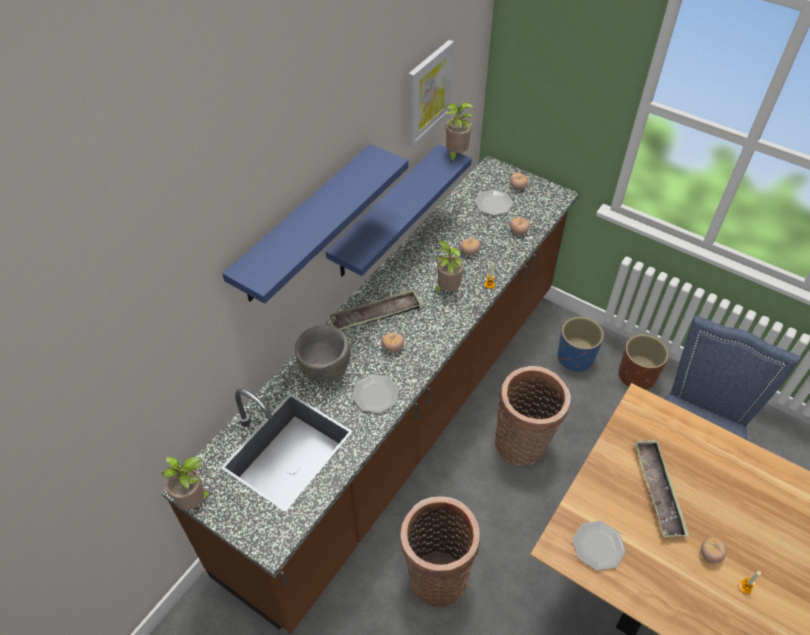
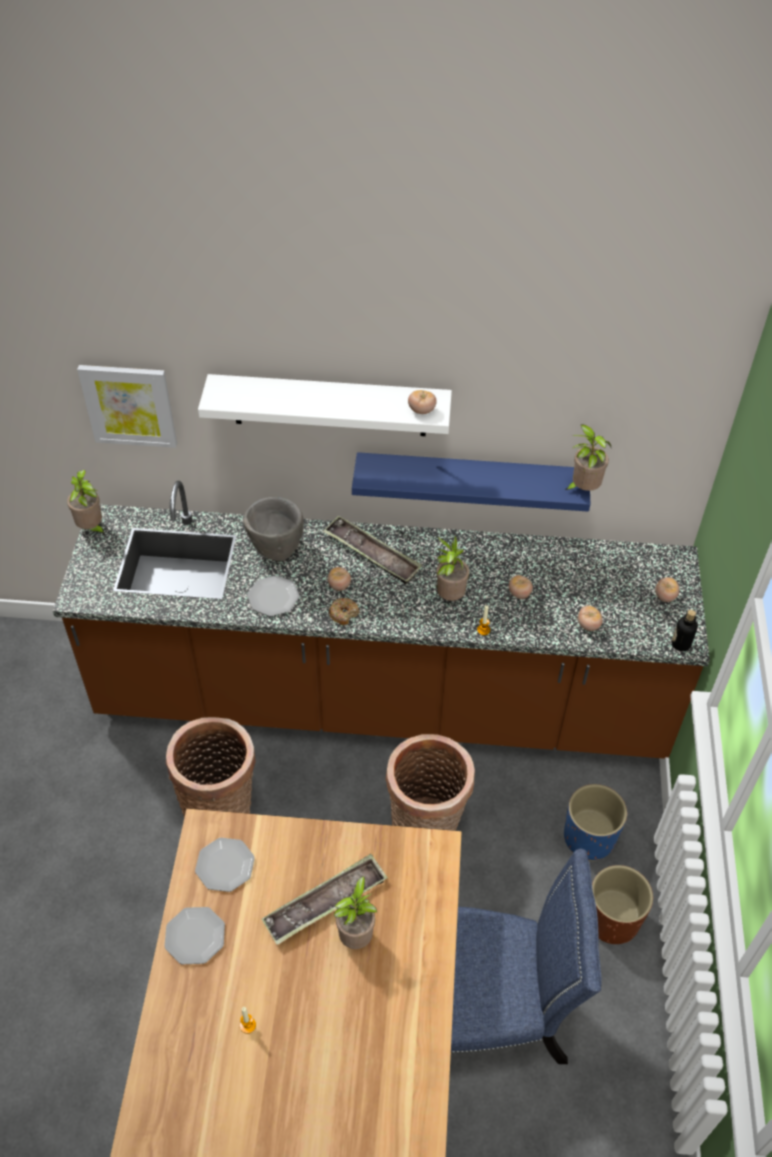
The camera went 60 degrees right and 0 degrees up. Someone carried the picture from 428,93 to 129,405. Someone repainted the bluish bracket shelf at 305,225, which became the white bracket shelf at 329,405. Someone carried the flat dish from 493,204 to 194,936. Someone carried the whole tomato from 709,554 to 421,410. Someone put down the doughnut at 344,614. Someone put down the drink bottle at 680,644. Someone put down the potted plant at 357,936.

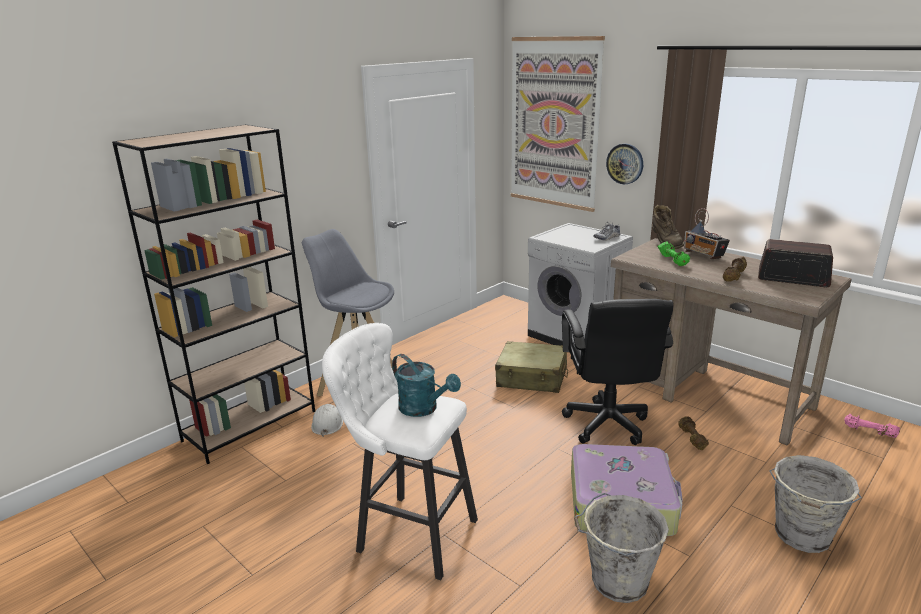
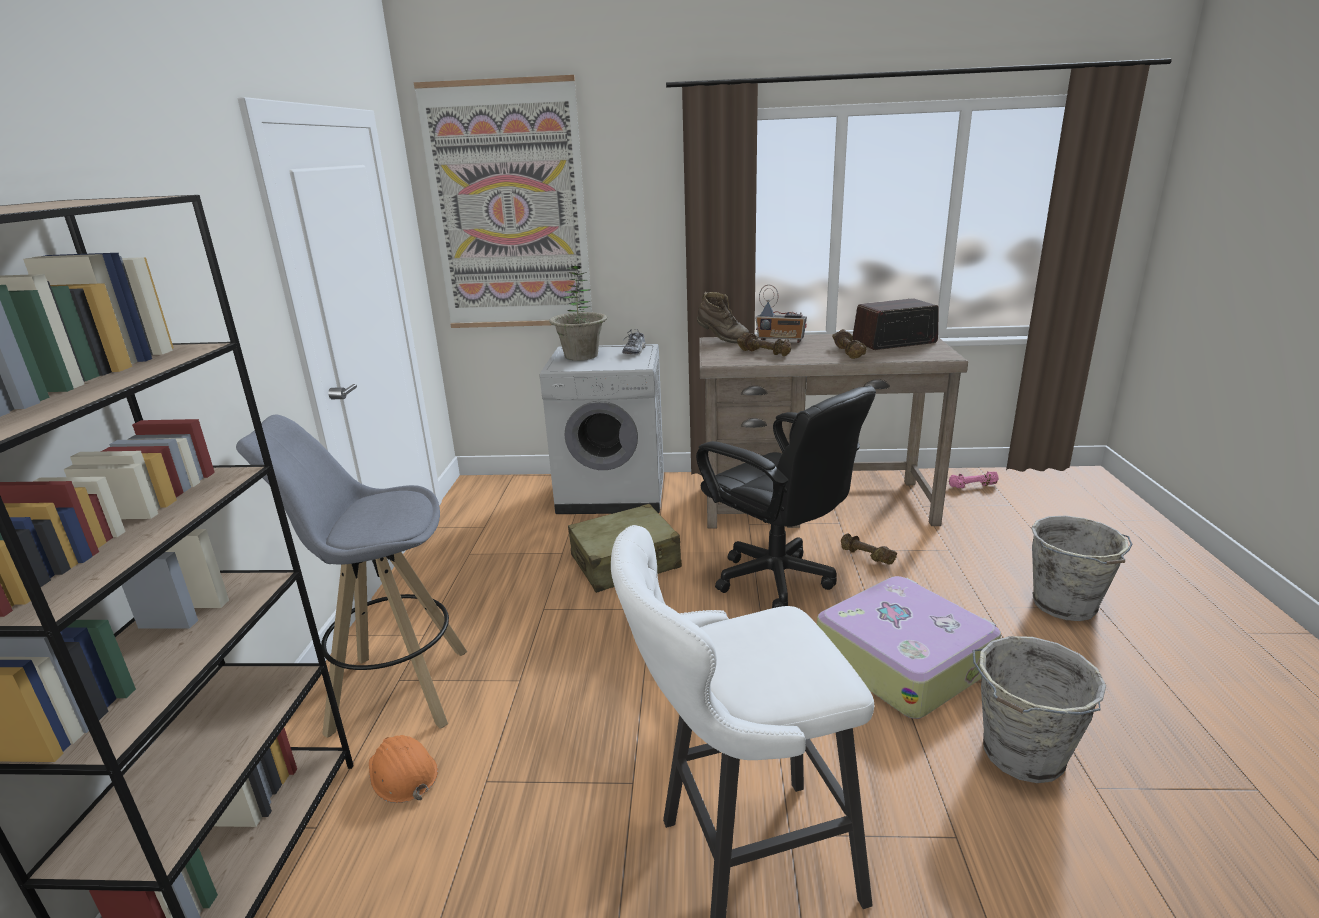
The camera went 40 degrees left and 0 degrees up. Someone took away the clock on the wall at 625,163. Someone repainted the green free weight at 673,260, which became the brown-coloured free weight at 764,353. Someone took away the turquoise-coloured sprinkling can at 423,409. Someone repainted the white hard hat at 327,423, which became the orange hard hat at 402,774. Someone put down the potted plant at 581,356.

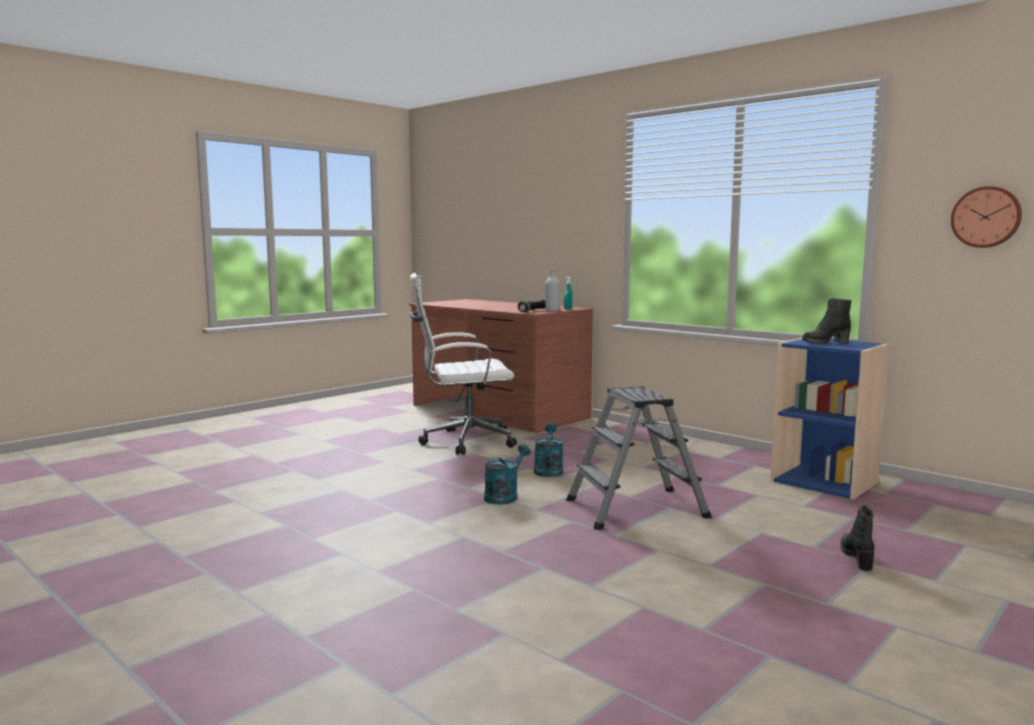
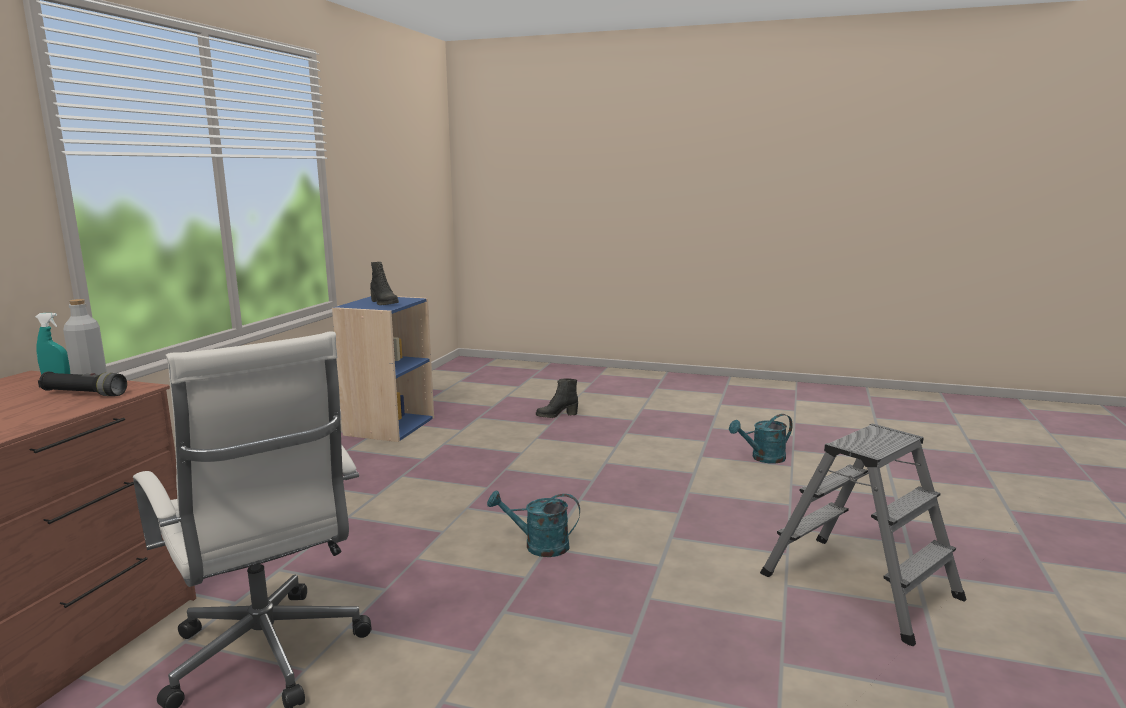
The camera went 115 degrees left and 5 degrees up. Someone took away the clock on the wall at 986,217. Someone carried the grey stepladder from 636,508 to 859,585. Someone carried the turquoise-coloured sprinkling can from 548,470 to 763,458.

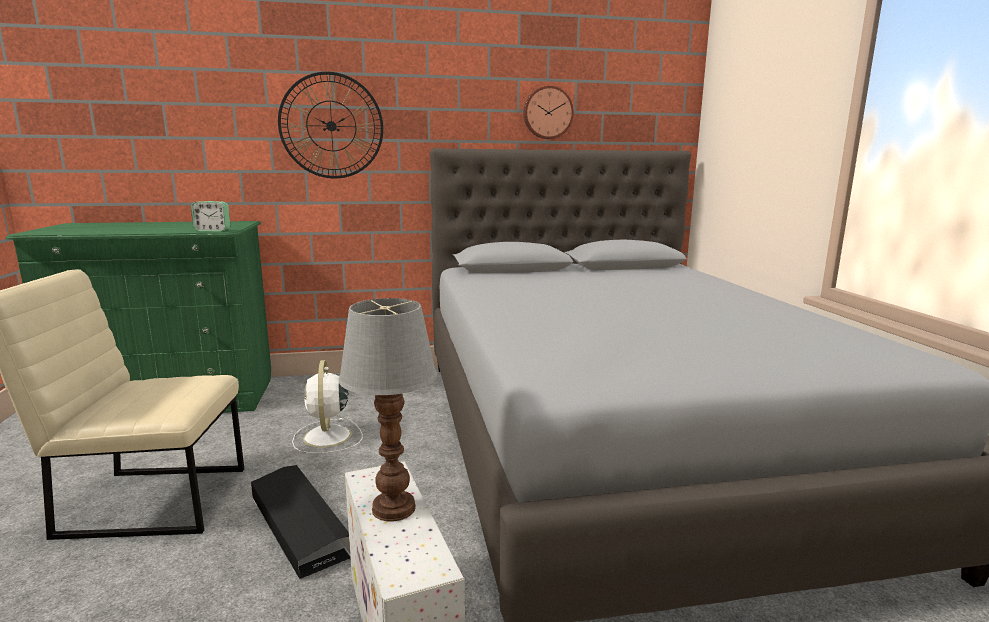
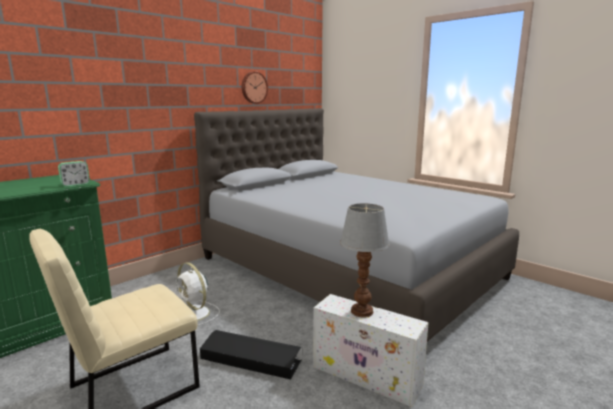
The camera went 35 degrees left and 0 degrees up. Someone took away the clock on the wall at 331,126.

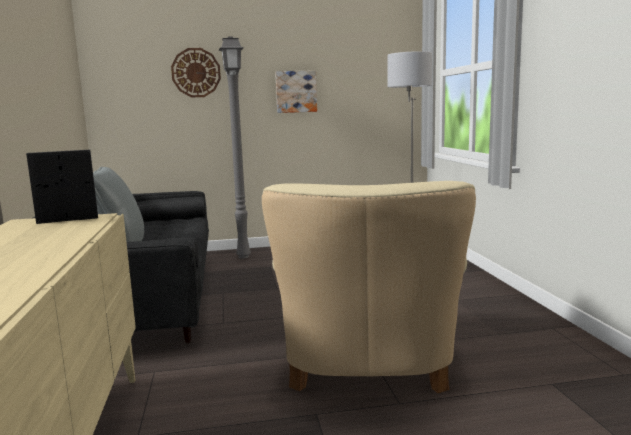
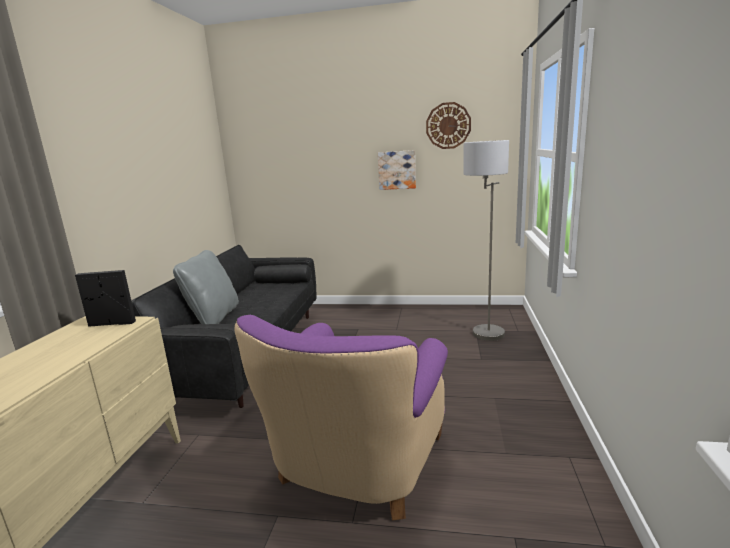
The camera went 20 degrees right and 5 degrees up. Someone took away the grey standard lamp at 244,256. Someone carried the clock on the wall from 196,72 to 448,125. Someone repainted the beige-coloured armchair at 369,365, which became the purplish armchair at 358,466.

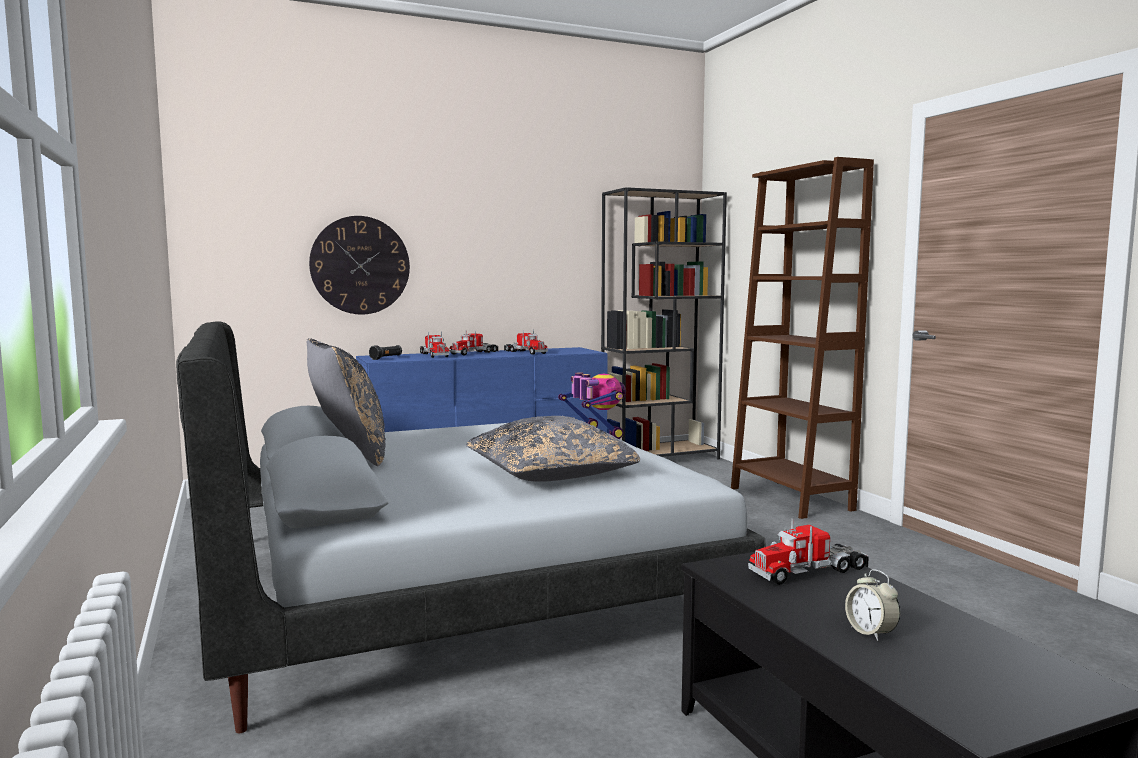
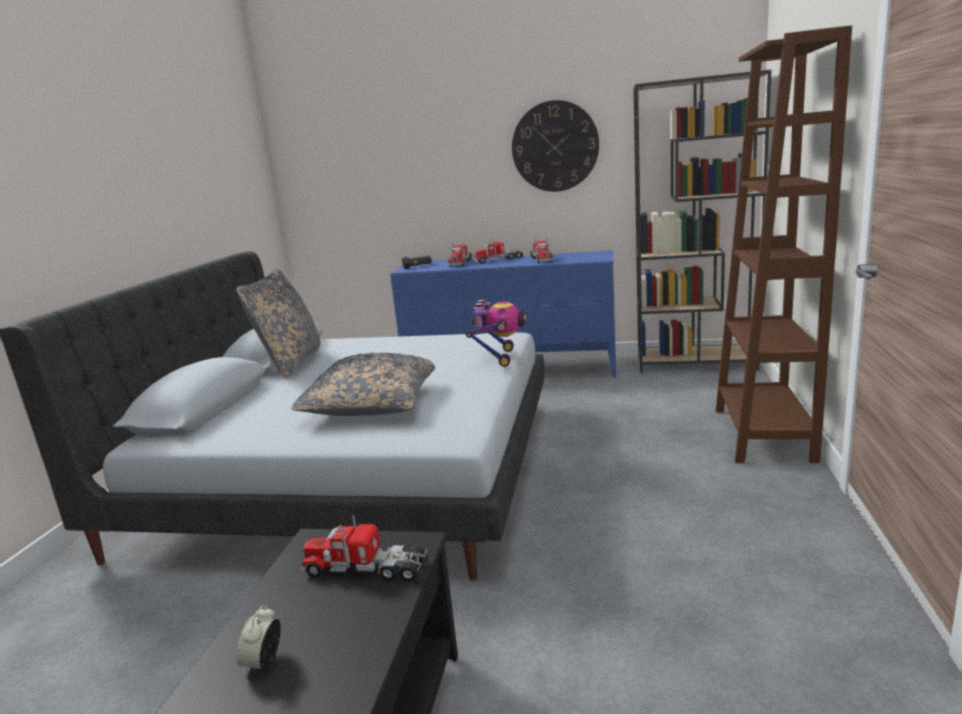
The camera went 35 degrees right and 10 degrees up. Someone carried the clock on the wall from 360,265 to 555,146.

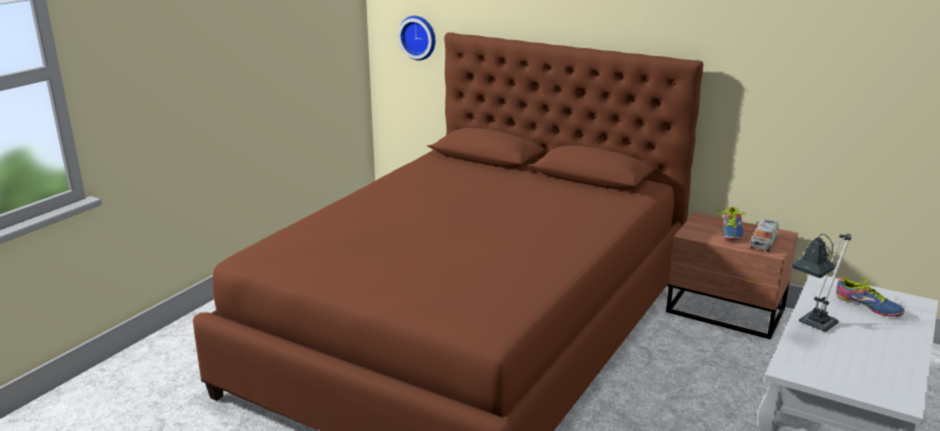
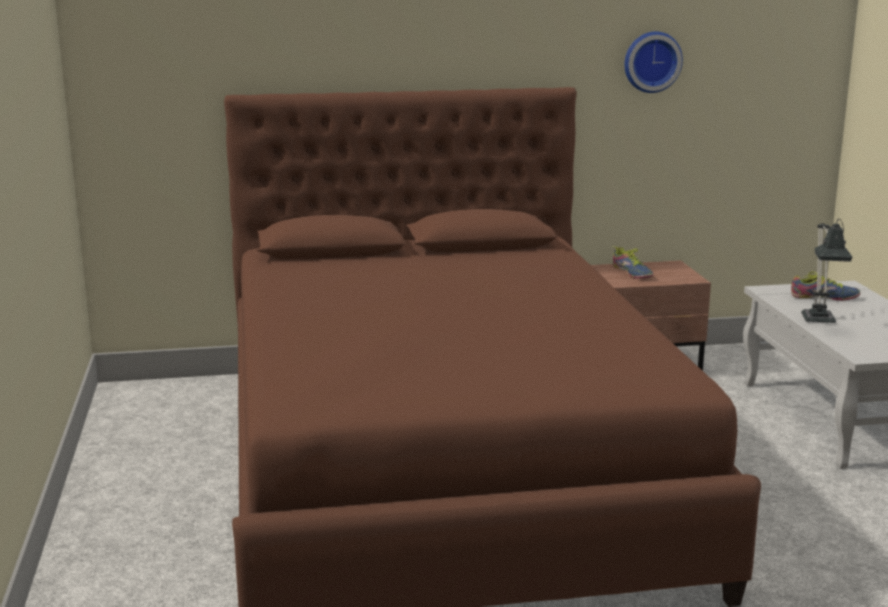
The camera went 40 degrees left and 5 degrees down. Someone carried the clock on the wall from 419,37 to 651,61. Someone took away the model truck at 763,242.

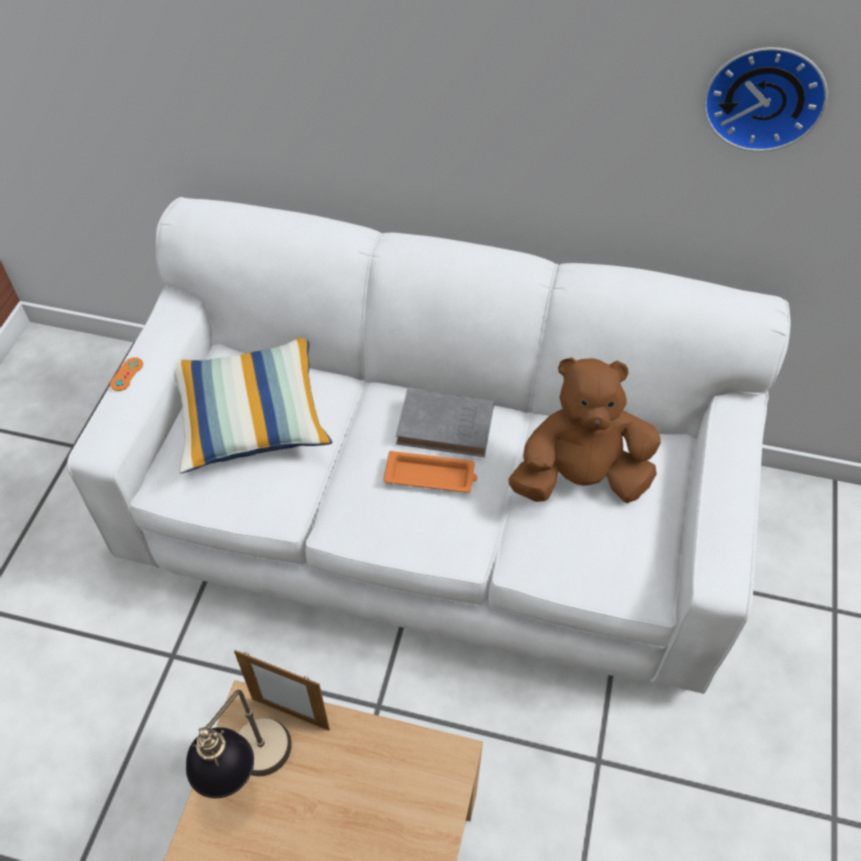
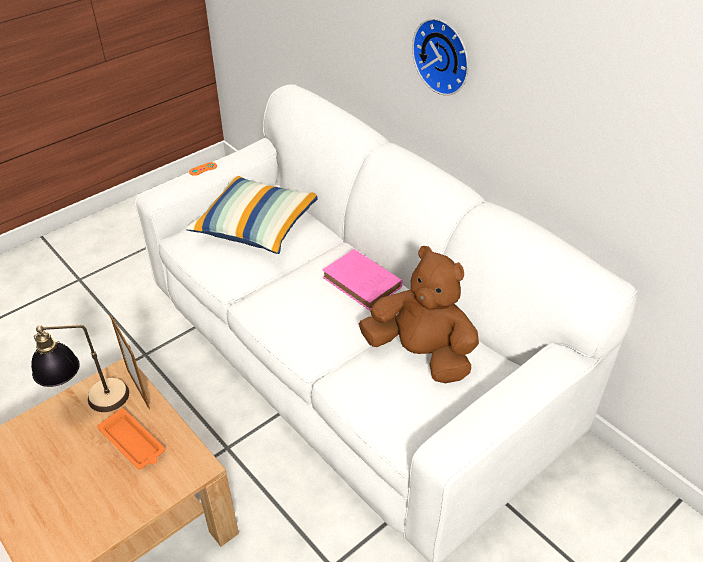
The camera went 35 degrees right and 10 degrees down. Someone carried the clock on the wall from 764,95 to 444,55. Someone repainted the grey book at 448,426, which became the pink book at 363,283. Someone carried the orange tray from 431,476 to 133,443.

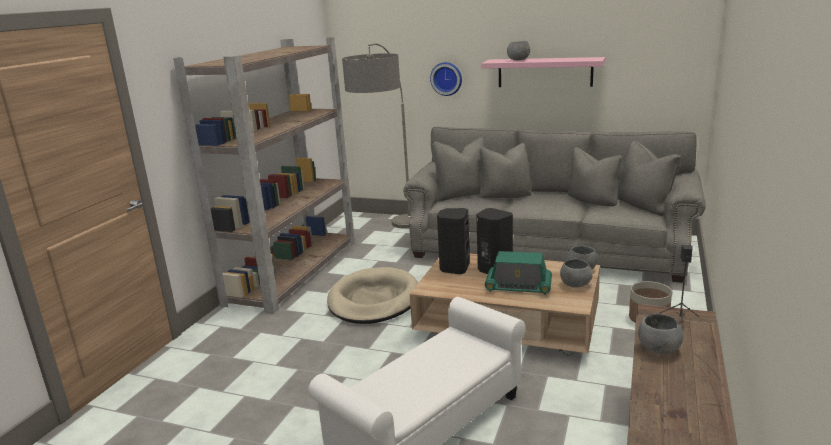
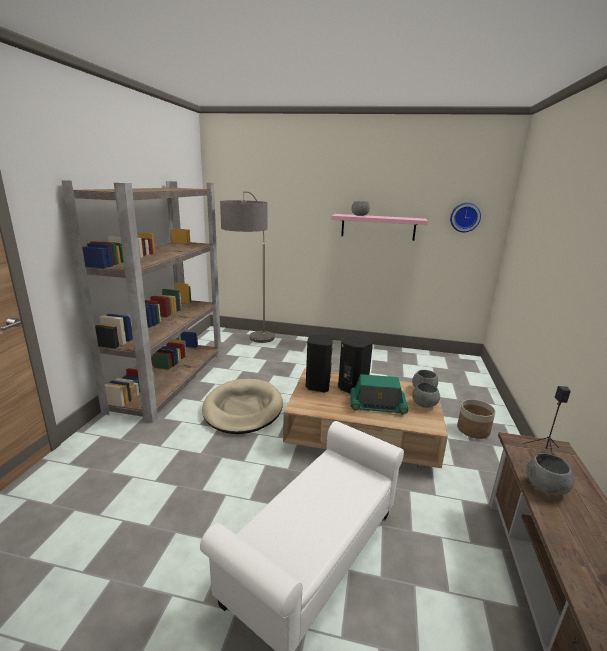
The camera went 10 degrees left and 0 degrees up. Someone carried the clock on the wall from 447,78 to 465,217. Someone took away the grey sofa at 548,247.

